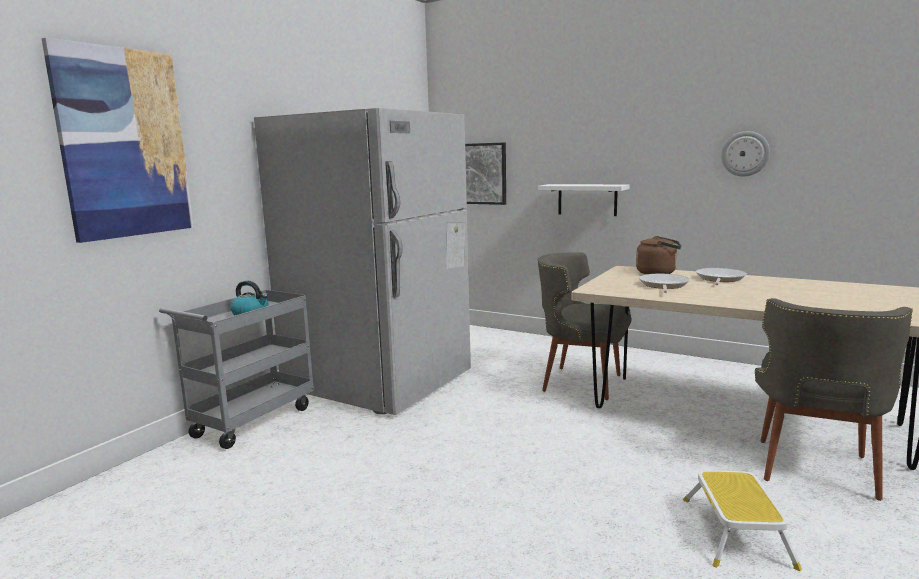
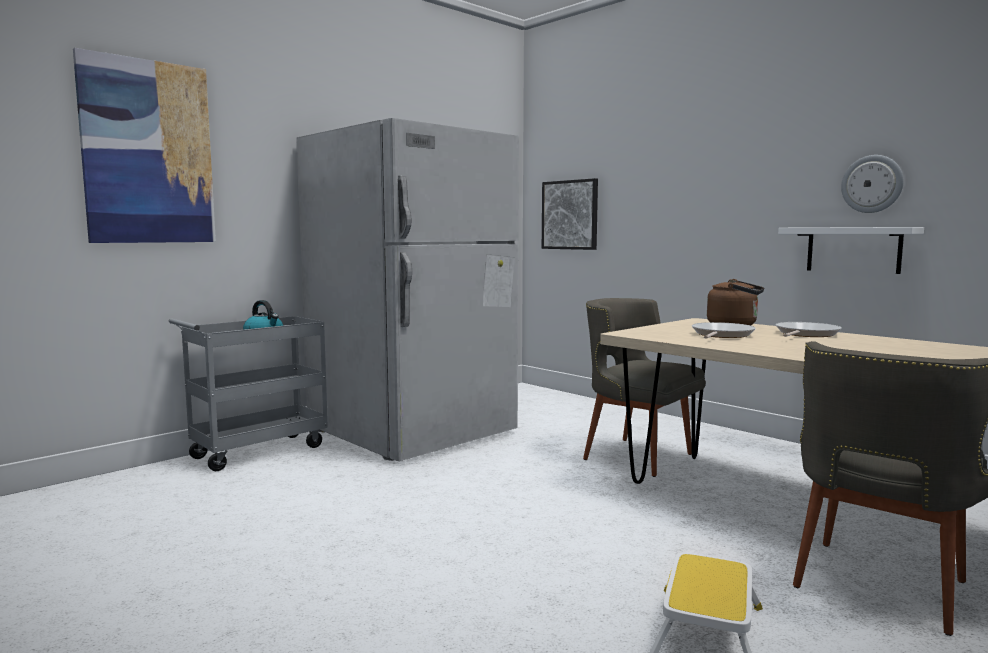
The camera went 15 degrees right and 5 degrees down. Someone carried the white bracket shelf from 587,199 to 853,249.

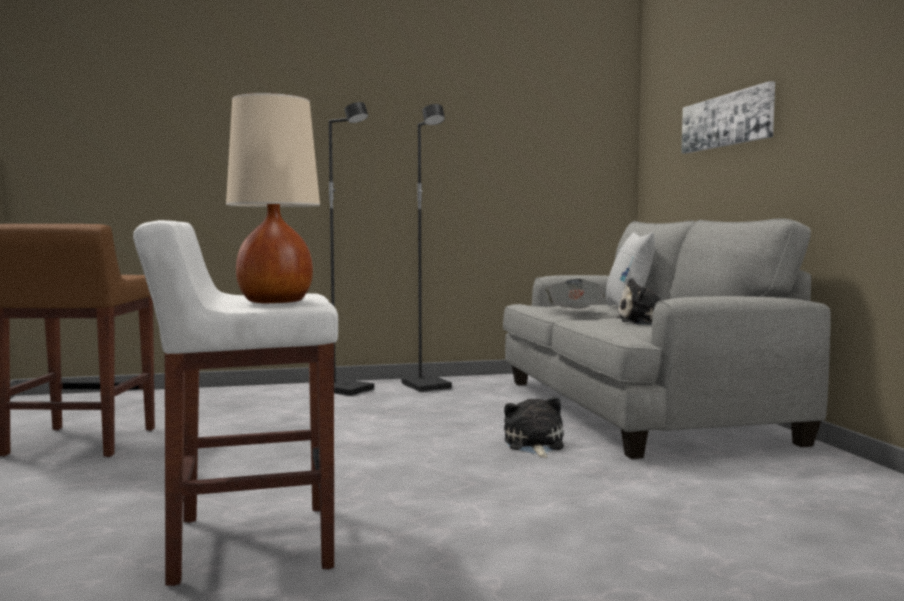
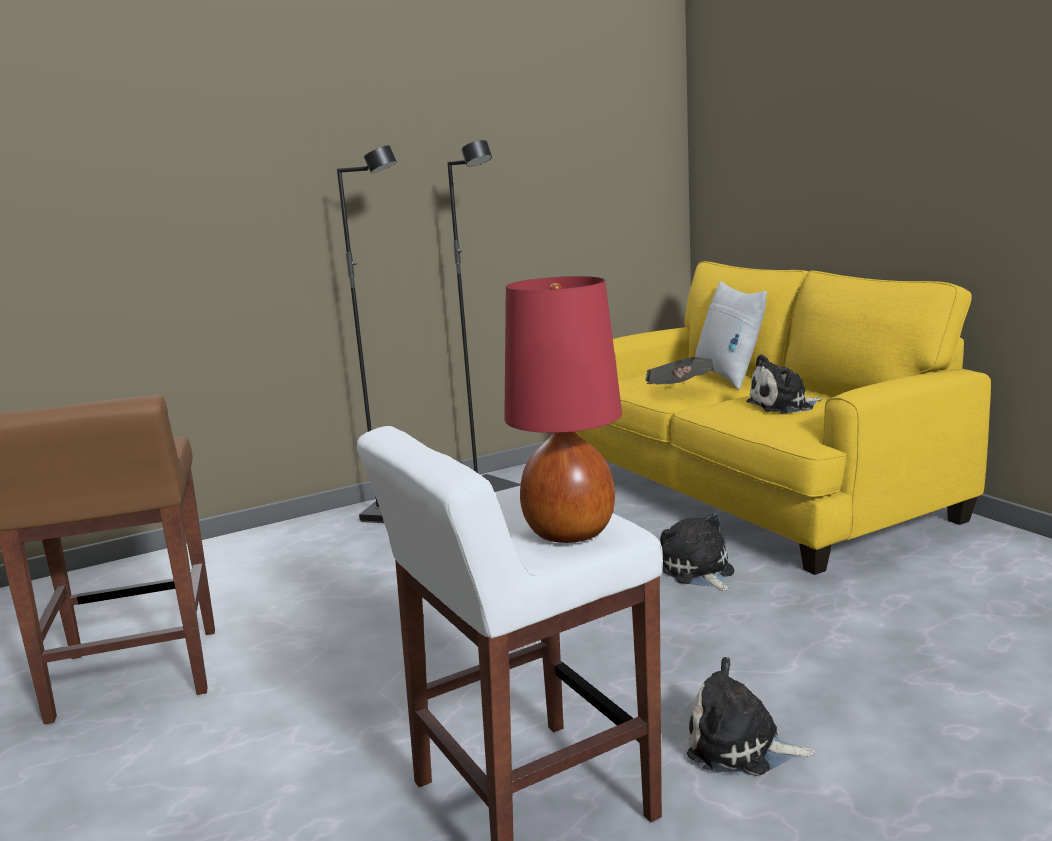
The camera went 15 degrees left and 10 degrees up. Someone took away the picture at 726,121. Someone repainted the beige-coloured tabletop lamp at 274,302, which became the red-coloured tabletop lamp at 569,533. Someone repainted the grey sofa at 636,409, which became the yellow sofa at 754,493. Someone put down the plush toy at 740,747.

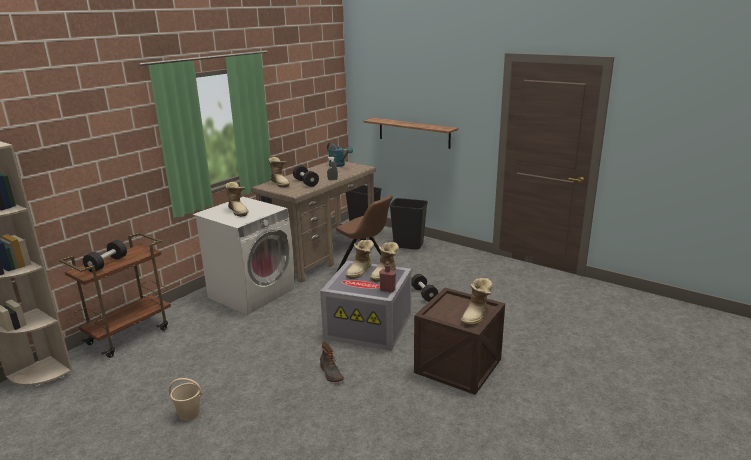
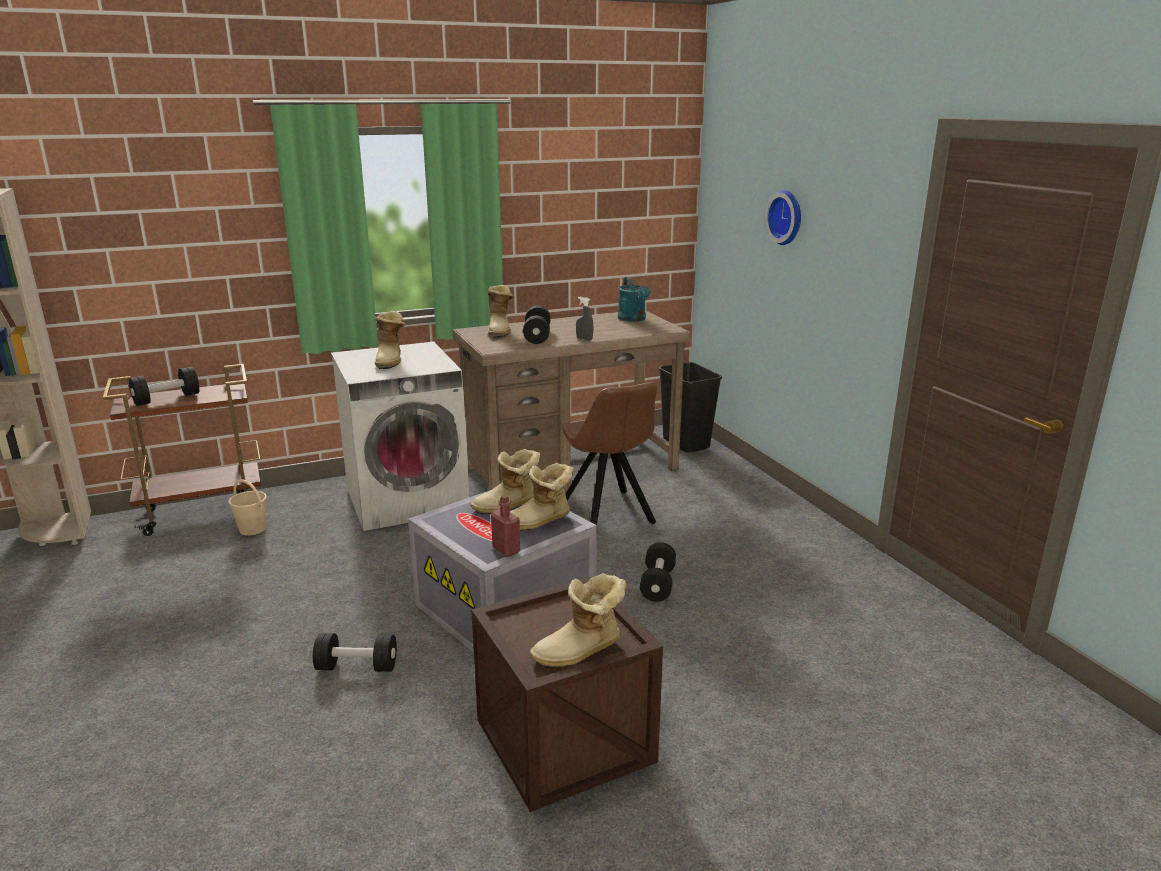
The camera went 30 degrees right and 0 degrees up. Someone took away the bracket shelf at 414,133. Someone took away the black waste bin at 408,245. Someone swapped the tall boot at 330,373 for the black free weight at 357,667. Someone carried the beige-coloured pail from 189,414 to 253,529. Someone put up the clock on the wall at 787,217.

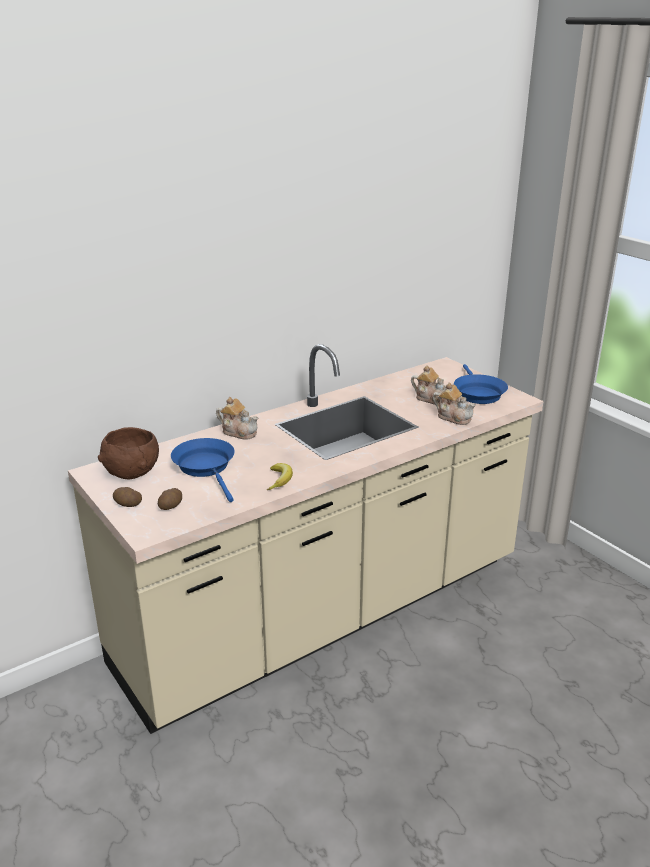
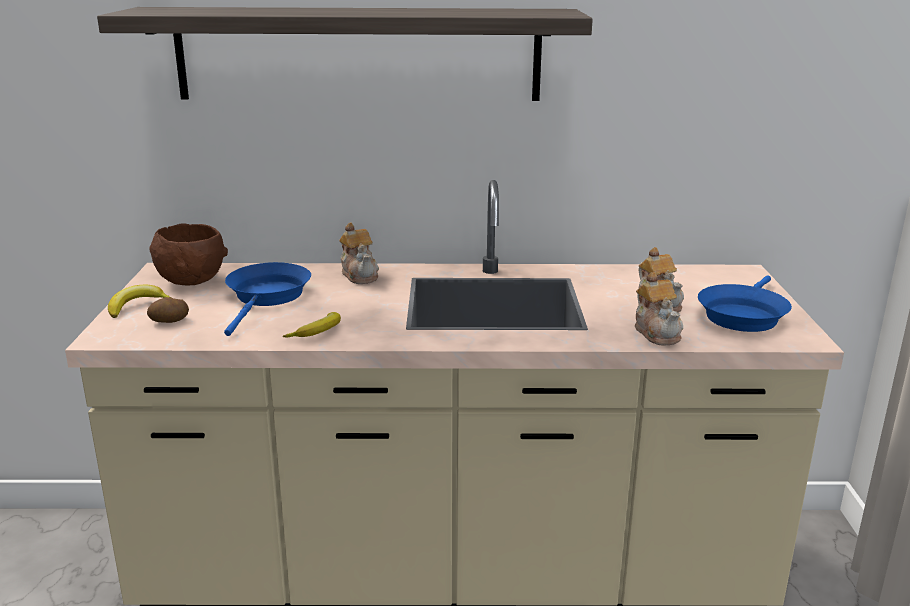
The camera went 35 degrees right and 5 degrees down. Someone swapped the potato at 127,504 for the banana fruit at 137,306. Someone put up the bracket shelf at 358,54.

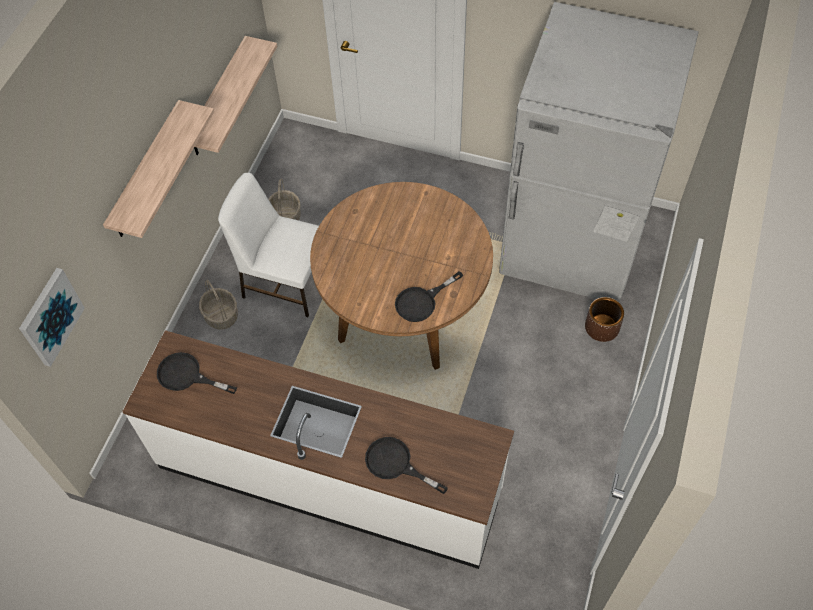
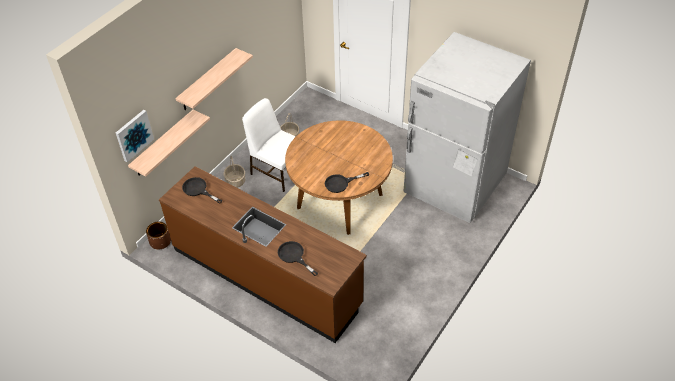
The camera went 15 degrees right and 10 degrees down. Someone carried the bracket shelf from 218,98 to 163,144. Someone carried the brown-coloured plant pot from 602,327 to 160,241. Someone repainted the white kitchen base unit at 329,477, which became the brown-coloured kitchen base unit at 266,276.

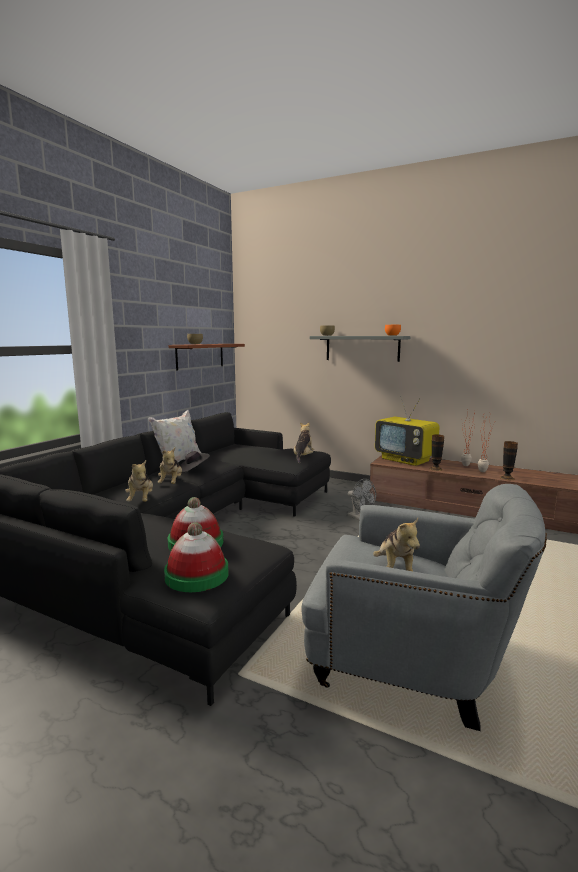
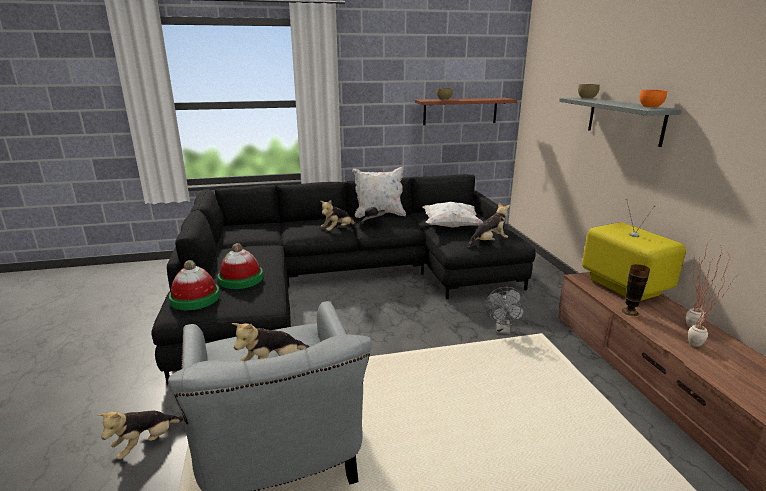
The camera went 50 degrees right and 10 degrees up. Someone rotated the TV set at 406,460 by 150 degrees clockwise. Someone took away the decorative vase at 507,478. Someone carried the plush toy from 141,500 to 146,443. Someone put down the white pillow at 450,226.

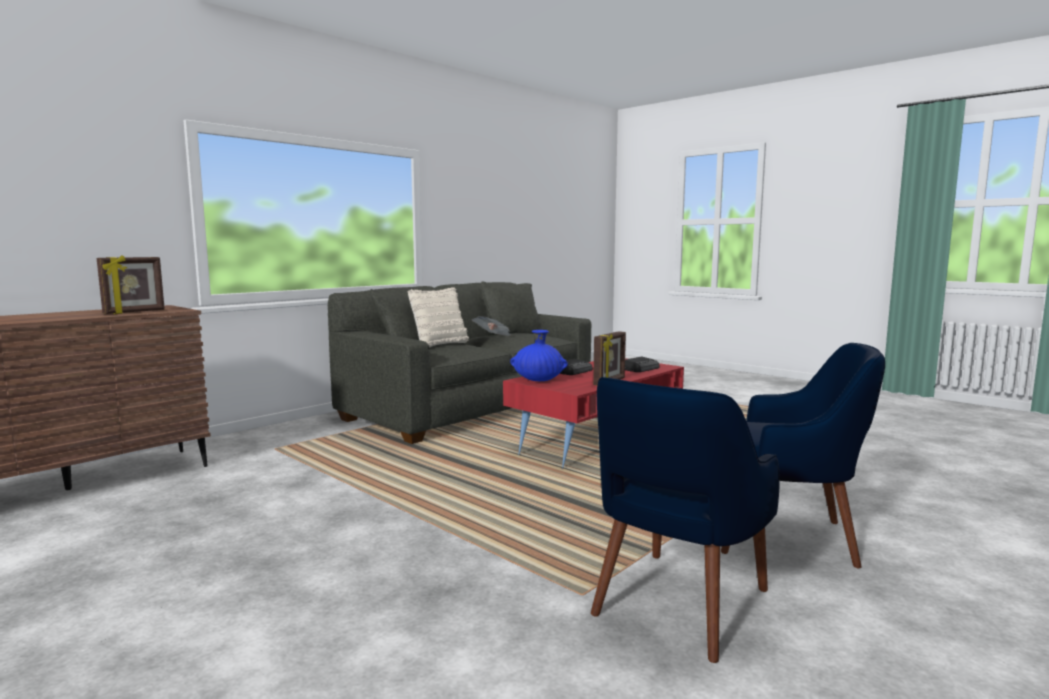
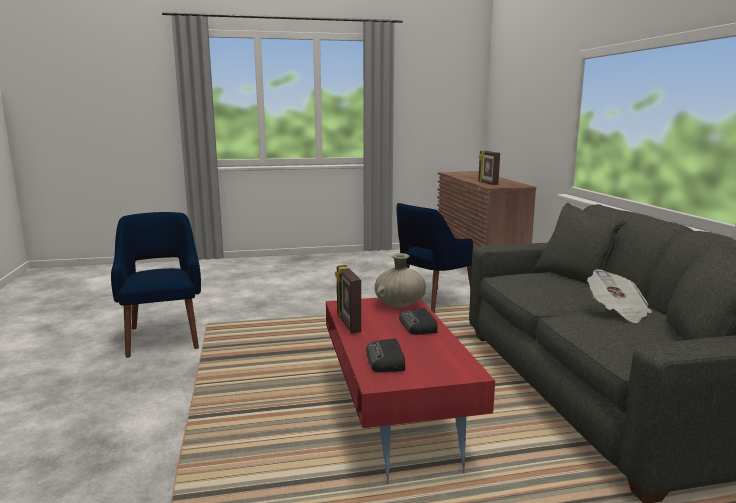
The camera went 125 degrees right and 5 degrees up. Someone took away the beige-coloured pillow at 439,345. Someone repainted the bluish decorative vase at 538,380, which became the beige-coloured decorative vase at 400,304. Someone carried the bluish armchair from 787,537 to 432,301.

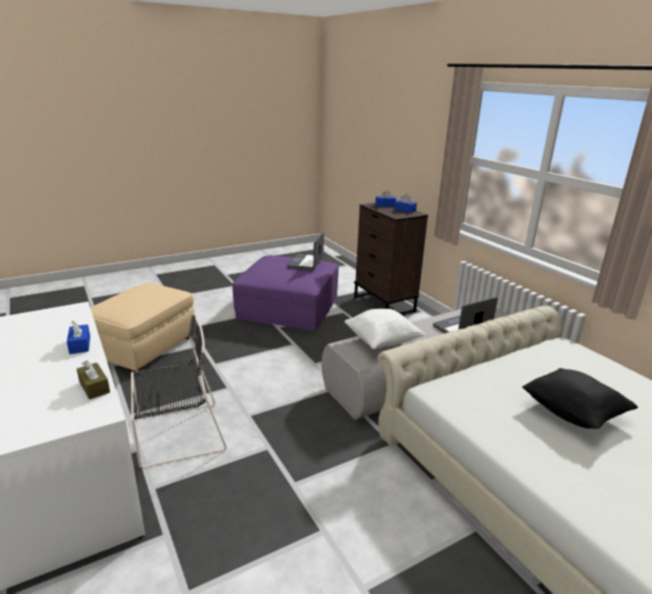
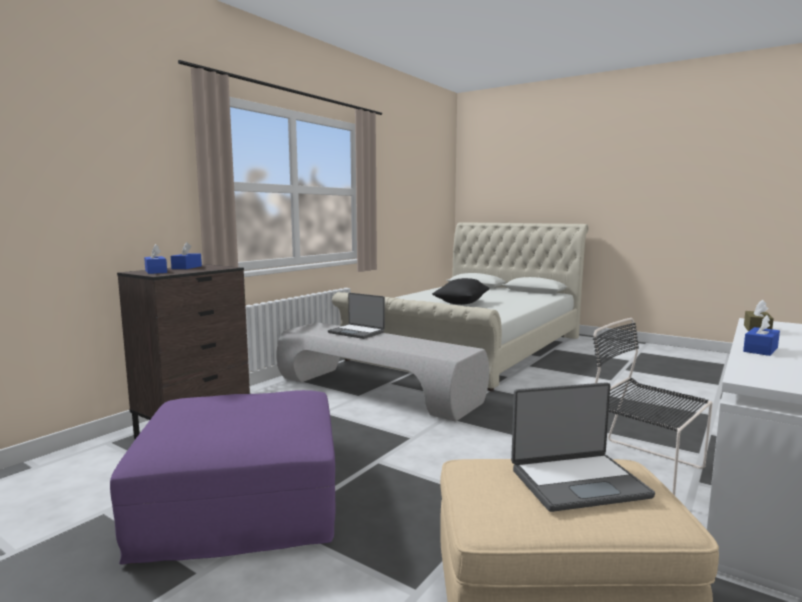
The camera went 115 degrees left and 15 degrees down. Someone carried the portable computer from 306,263 to 577,482. Someone took away the white pillow at 382,342.

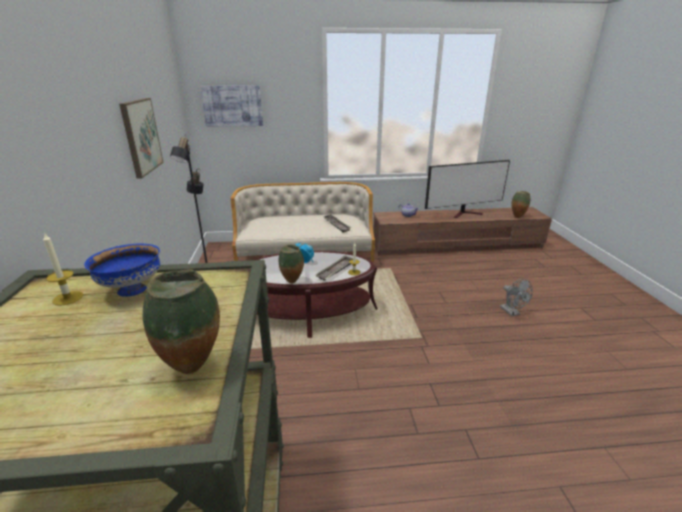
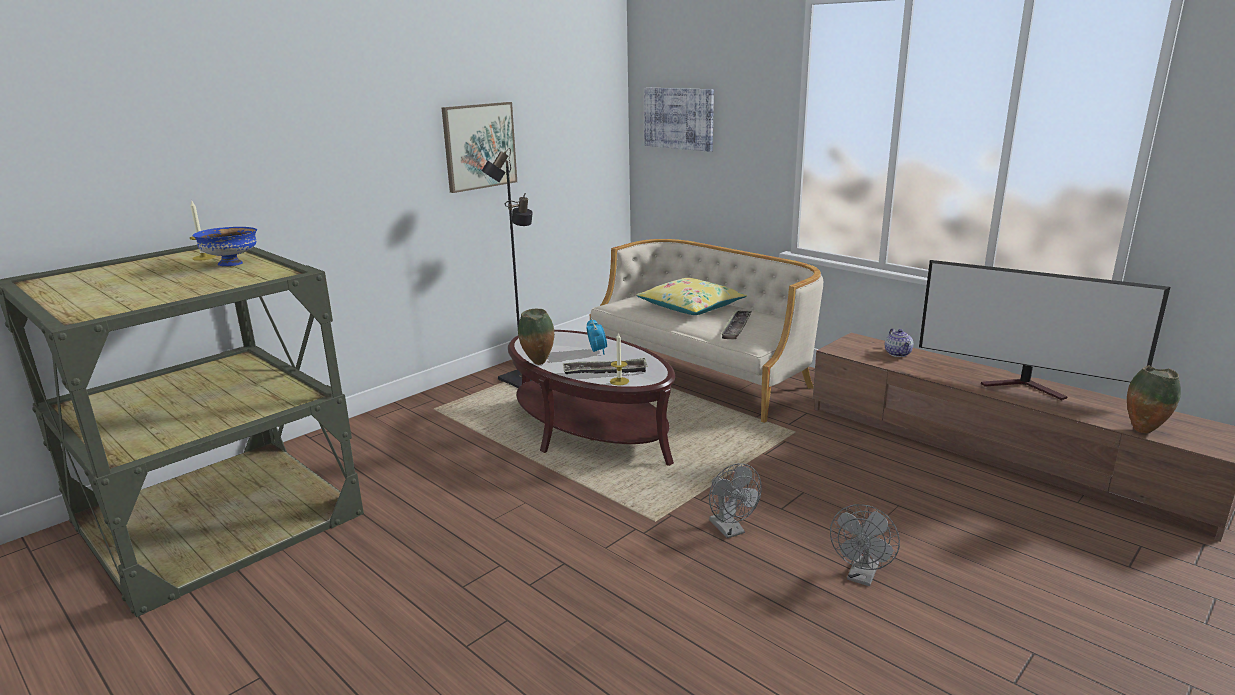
The camera went 50 degrees right and 5 degrees down. Someone took away the decorative vase at 194,368. Someone put down the yellow pillow at 691,307. Someone put down the grey cooling fan at 730,530.

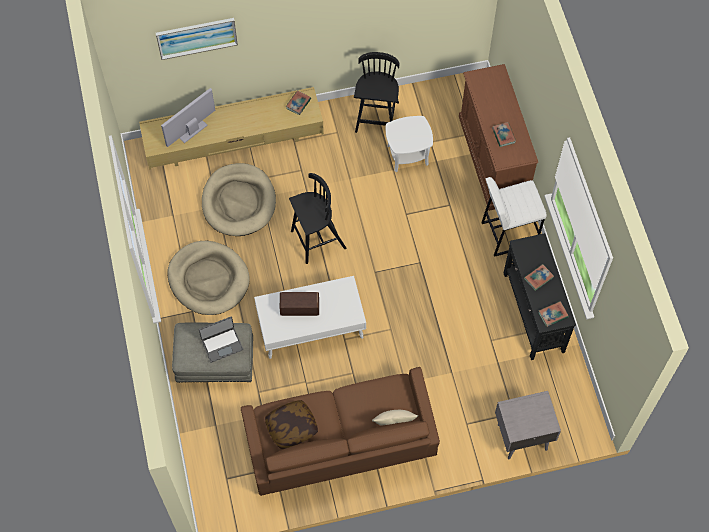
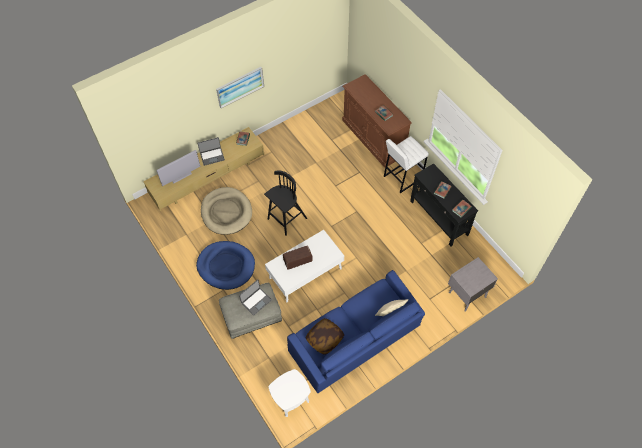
The camera went 20 degrees left and 5 degrees down. Someone carried the picture from 196,37 to 240,87. Someone took away the black stool seat at 377,118. Someone rotated the TV set at 192,130 by 150 degrees counterclockwise. Someone carried the white accent table from 407,155 to 290,399. Someone repainted the beige-coloured dog bed at 208,279, which became the bluish dog bed at 226,266. Someone repainted the brown-coloured sofa at 340,441, which became the bluish sofa at 355,339. Someone put down the portable computer at 212,156.

